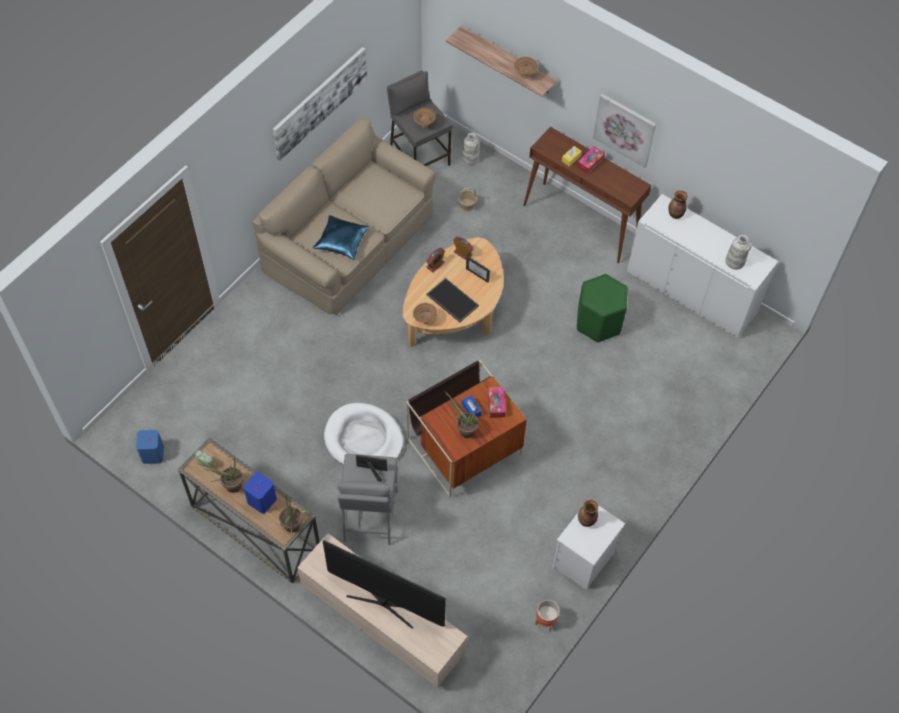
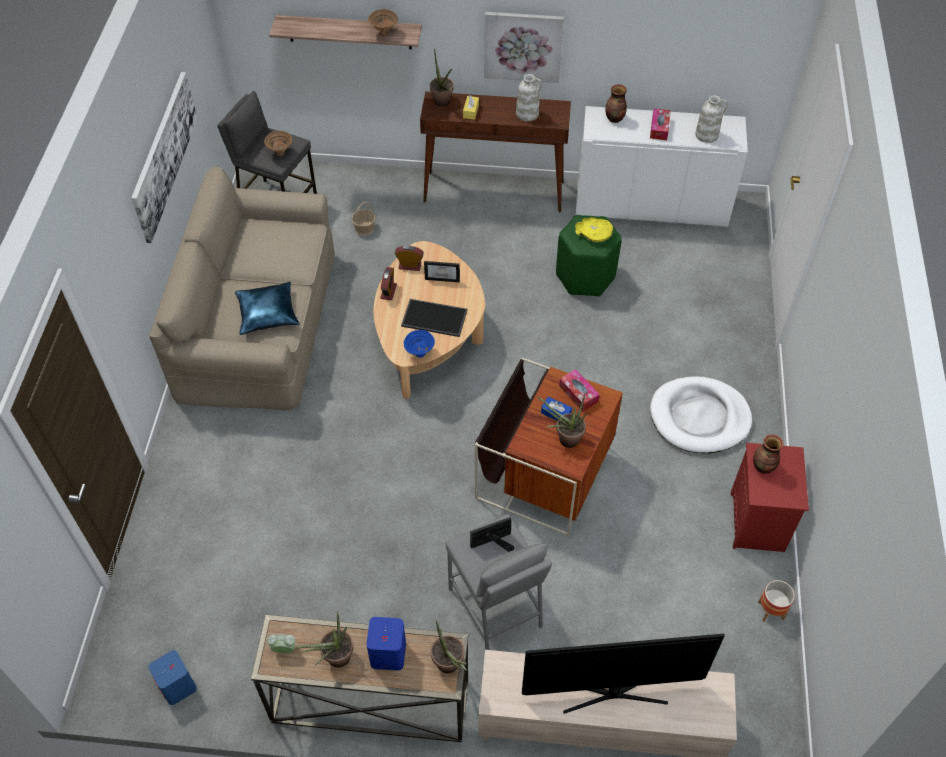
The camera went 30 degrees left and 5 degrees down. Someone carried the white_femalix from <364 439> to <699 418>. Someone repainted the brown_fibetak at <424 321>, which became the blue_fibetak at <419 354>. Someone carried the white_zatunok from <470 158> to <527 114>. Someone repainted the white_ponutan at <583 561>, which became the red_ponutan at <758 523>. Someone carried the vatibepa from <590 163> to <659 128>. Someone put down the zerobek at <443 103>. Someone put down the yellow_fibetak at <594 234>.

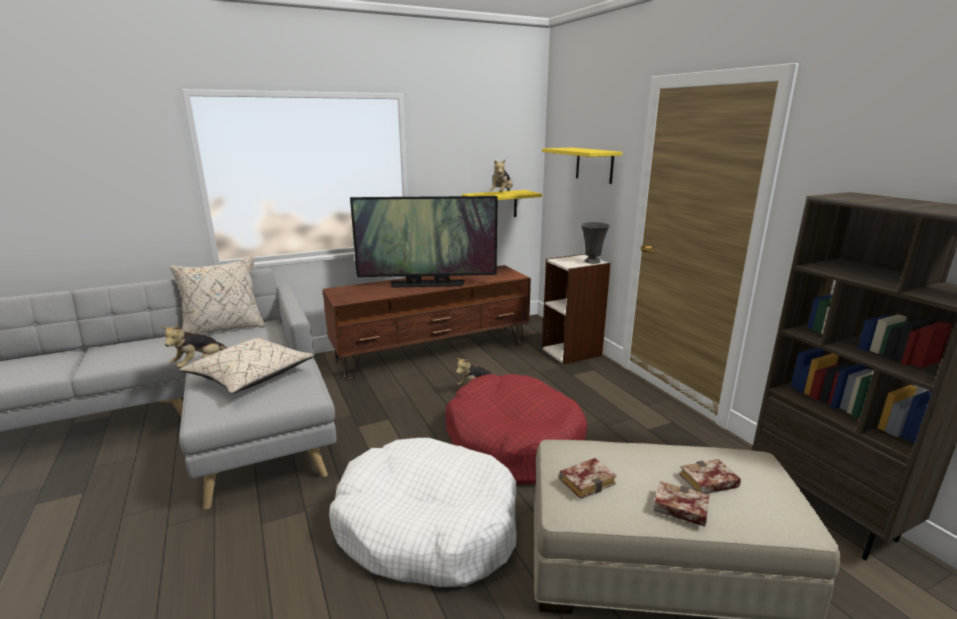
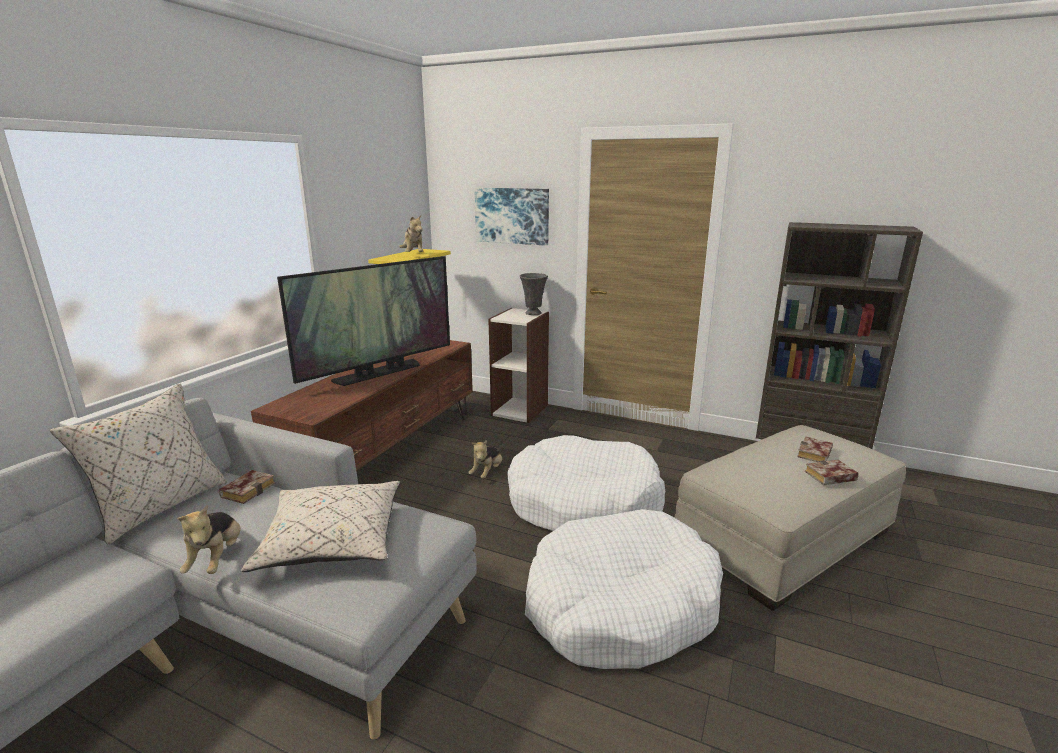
The camera went 40 degrees left and 0 degrees up. Someone repainted the red_femalix at <514 442>, which became the white_femalix at <583 503>. Someone swapped the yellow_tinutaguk at <594 165> for the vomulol at <512 215>. Someone carried the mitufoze from <587 480> to <249 489>.

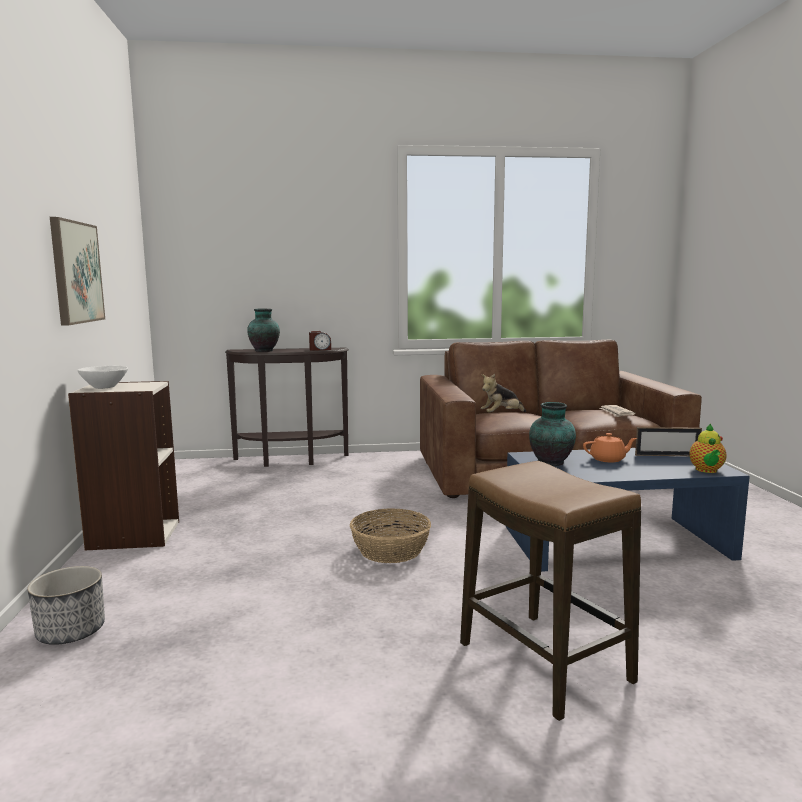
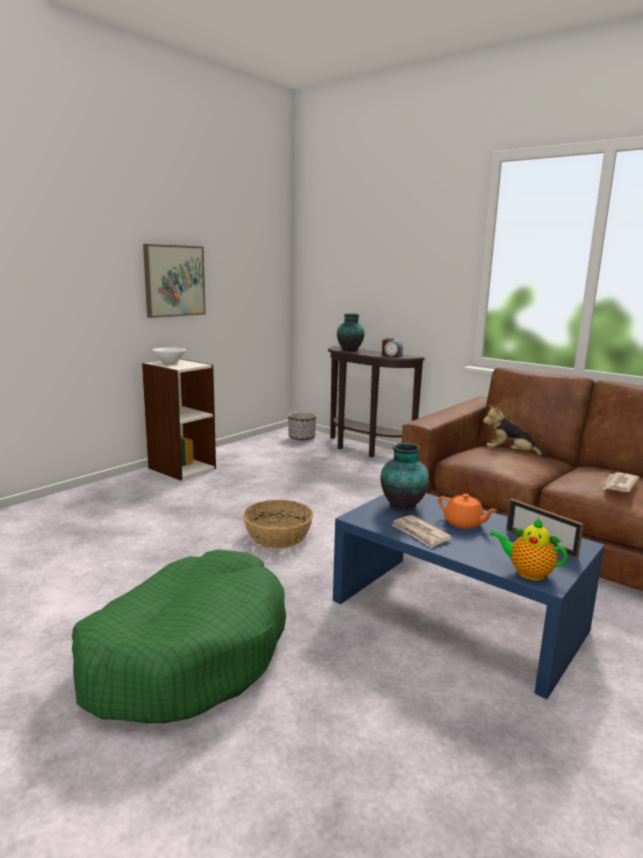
The camera went 45 degrees right and 5 degrees up. Someone carried the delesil from <70 632> to <301 438>. Someone swapped the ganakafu at <544 663> for the green_femalix at <186 653>. Someone rotated the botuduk at <706 470> by 60 degrees clockwise. Someone put down the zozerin at <420 533>.

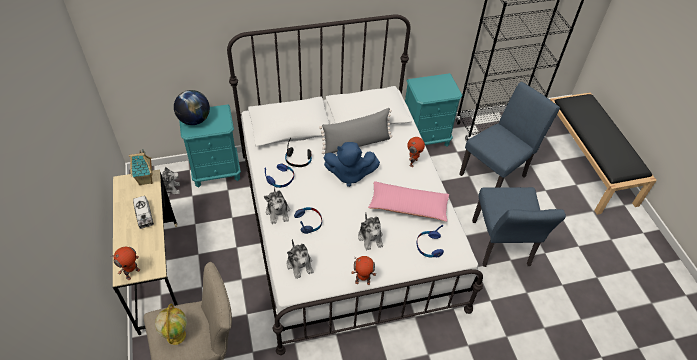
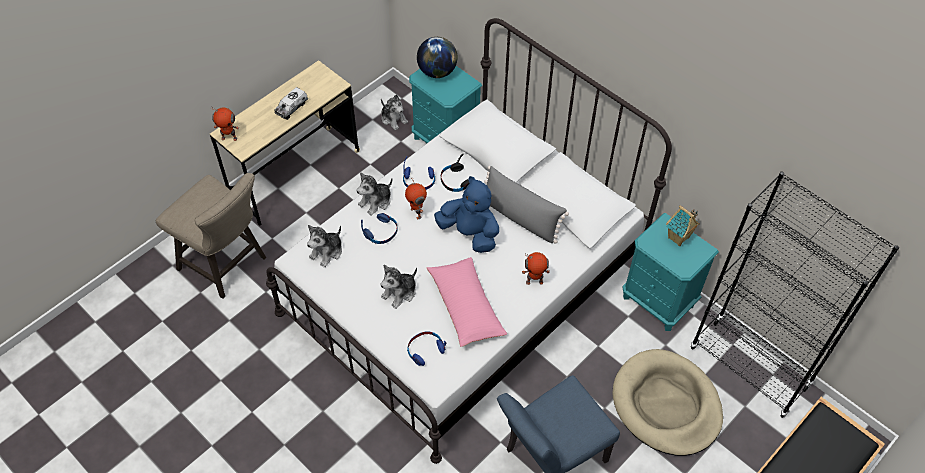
The camera went 60 degrees right and 5 degrees up. Someone carried the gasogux from <146 180> to <678 238>. Someone took away the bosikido at <176 335>. Someone rotated the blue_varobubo at <349 174> by 150 degrees clockwise. Someone carried the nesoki from <362 281> to <417 212>. Someone swapped the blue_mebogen at <496 173> for the beige_femalix at <666 405>.

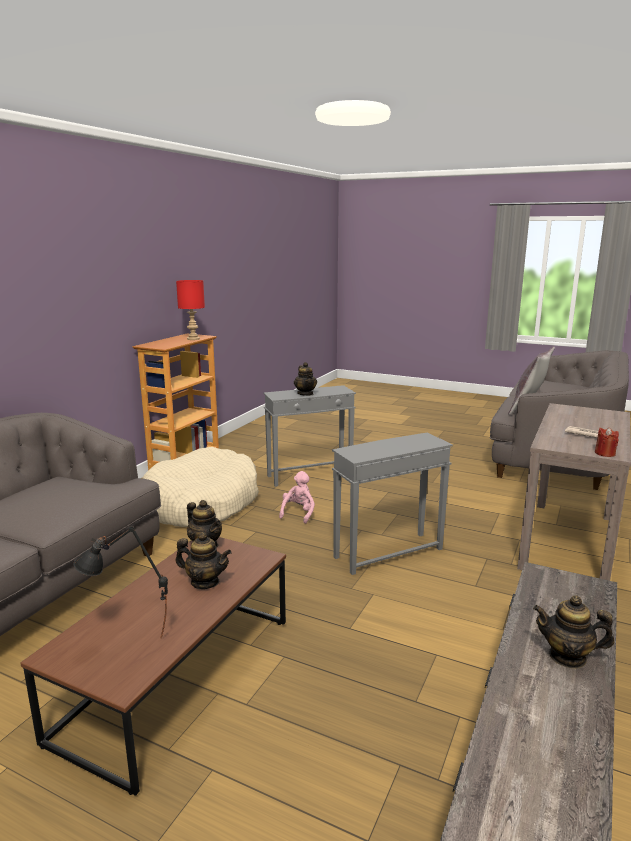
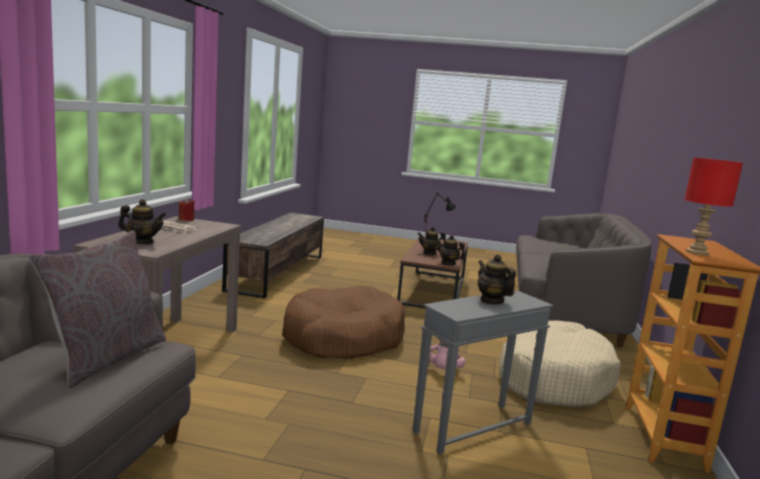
The camera went 165 degrees right and 5 degrees down. Someone swapped the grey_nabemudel at <387 553> for the brown_femalix at <342 338>. Someone carried the botuduk from <568 656> to <142 242>.

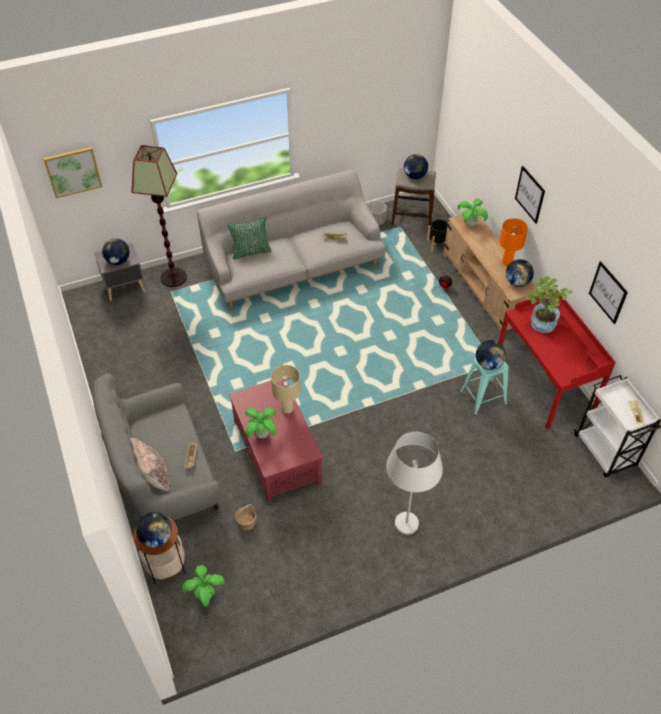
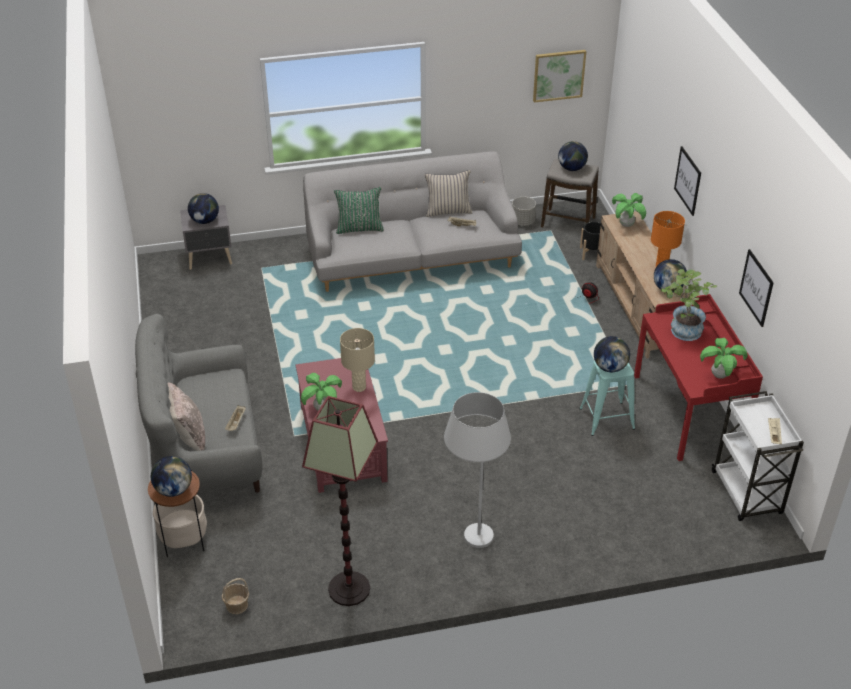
The camera went 10 degrees right and 10 degrees down. Someone carried the vomulol from <73 171> to <558 75>. Someone carried the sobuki from <173 278> to <348 589>. Someone carried the zerobek from <205 595> to <719 375>. Someone carried the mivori from <246 522> to <236 605>. Someone put down the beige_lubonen at <448 211>.

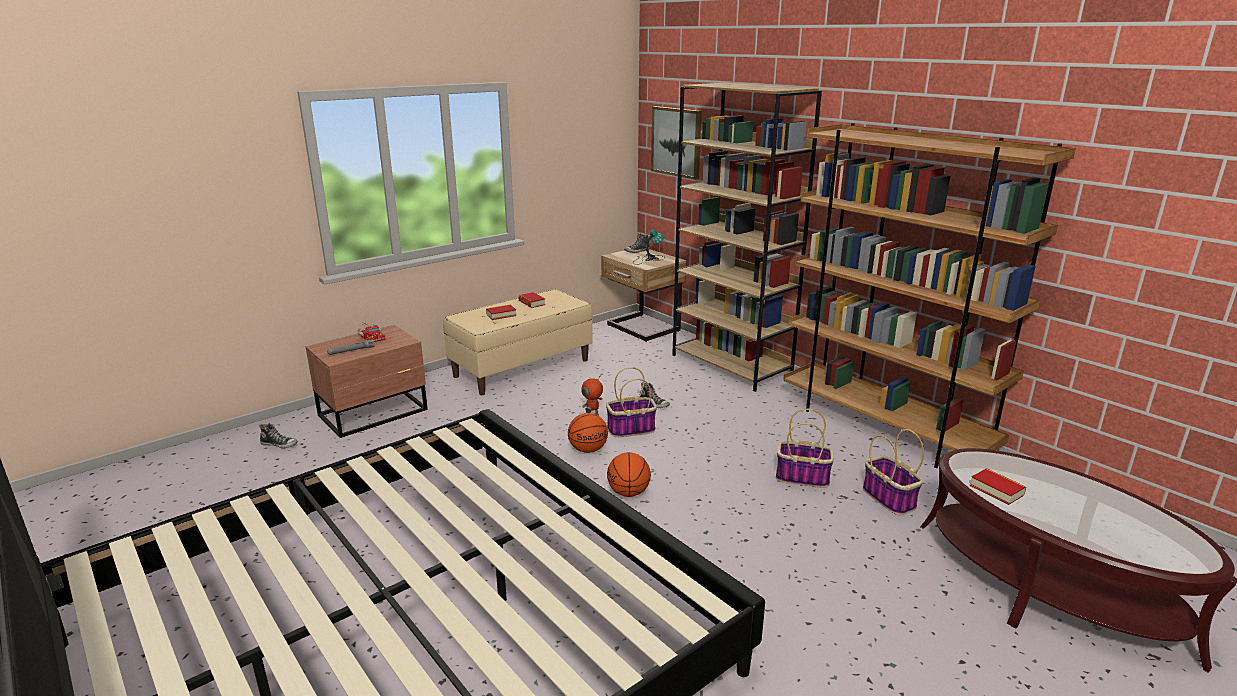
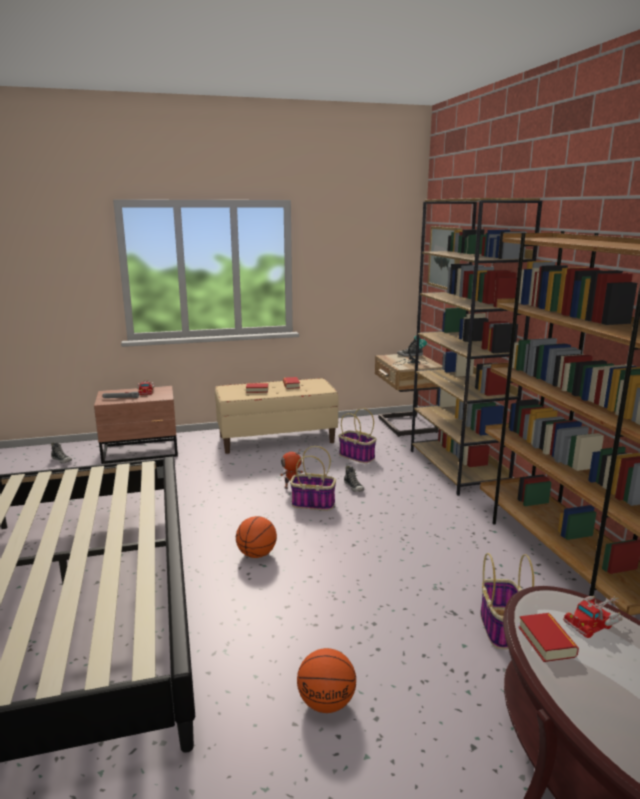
The camera went 25 degrees right and 5 degrees down. Someone carried the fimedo from <588 449> to <327 703>. Someone carried the mivori from <803 477> to <357 456>. Someone put down the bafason at <593 621>.

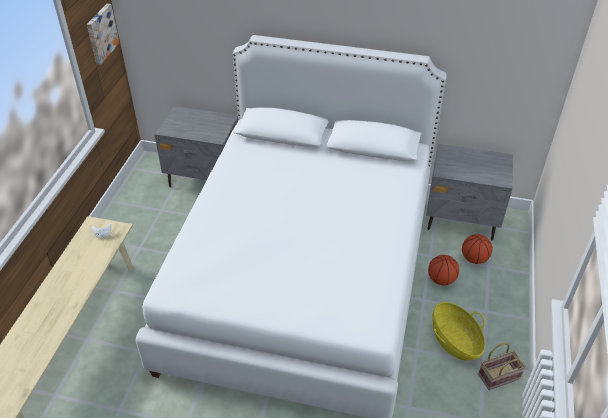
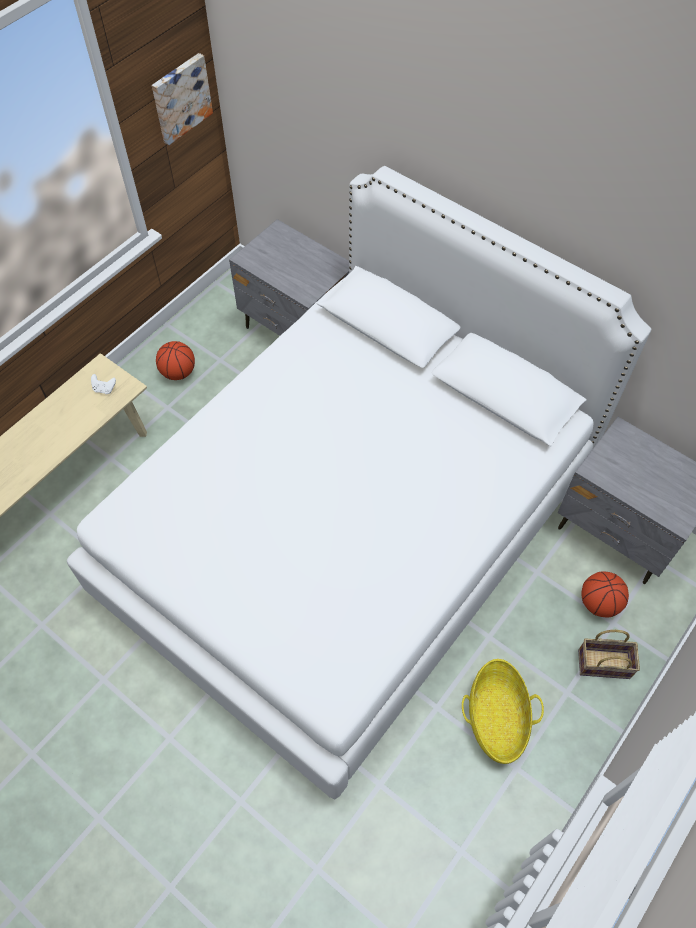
The camera went 25 degrees right and 15 degrees up. Someone carried the fimedo from <441 280> to <178 372>. Someone carried the mivori from <499 375> to <605 663>.

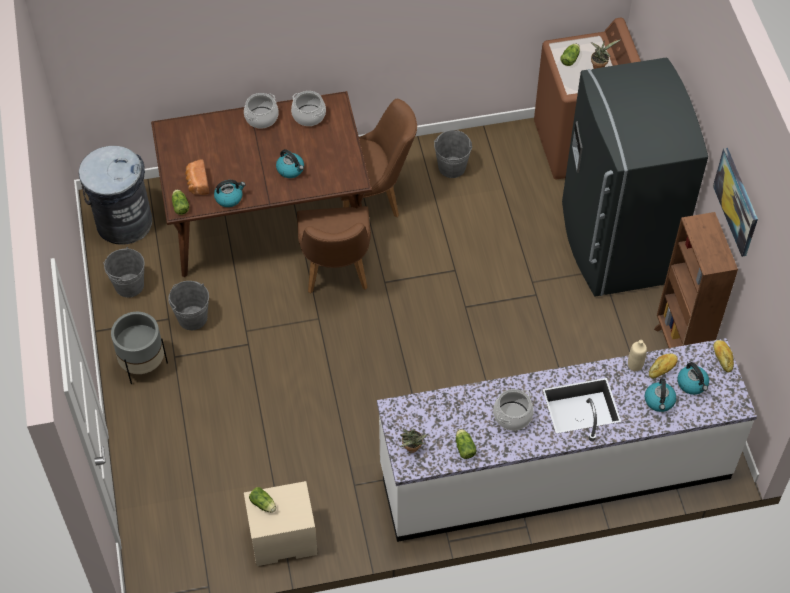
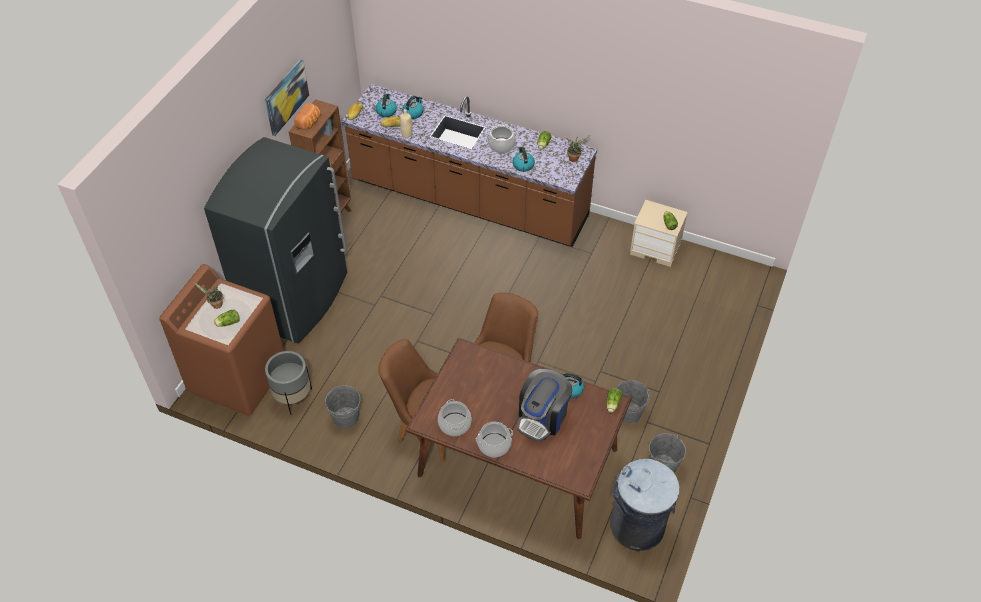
The camera went 145 degrees left and 5 degrees down. Someone carried the grey_delesil from <143 365> to <293 397>. Someone carried the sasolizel from <197 183> to <309 123>. Someone carried the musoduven from <291 169> to <523 165>. Someone repainted the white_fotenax at <554 472>, which became the brown_fotenax at <469 200>. Someone put down the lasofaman at <542 417>.

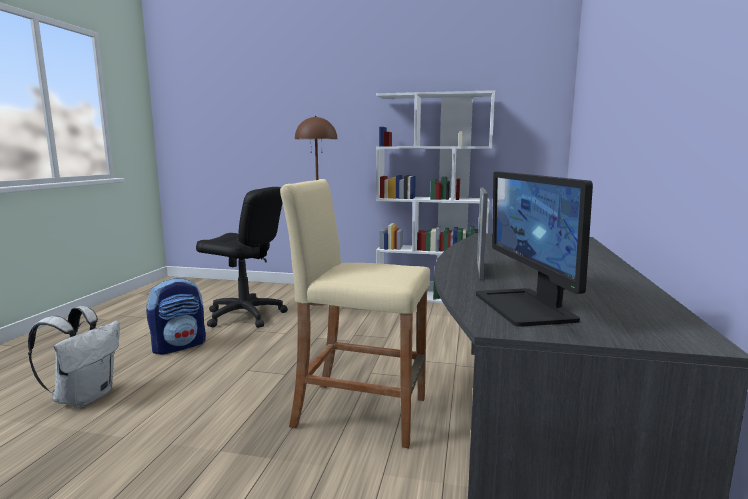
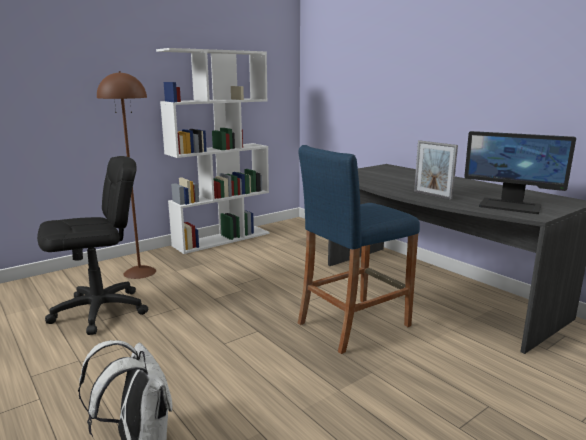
The camera went 50 degrees left and 5 degrees up. Someone took away the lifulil at <179 346>. Someone repainted the beige_ganakafu at <361 412>, which became the blue_ganakafu at <353 324>.

